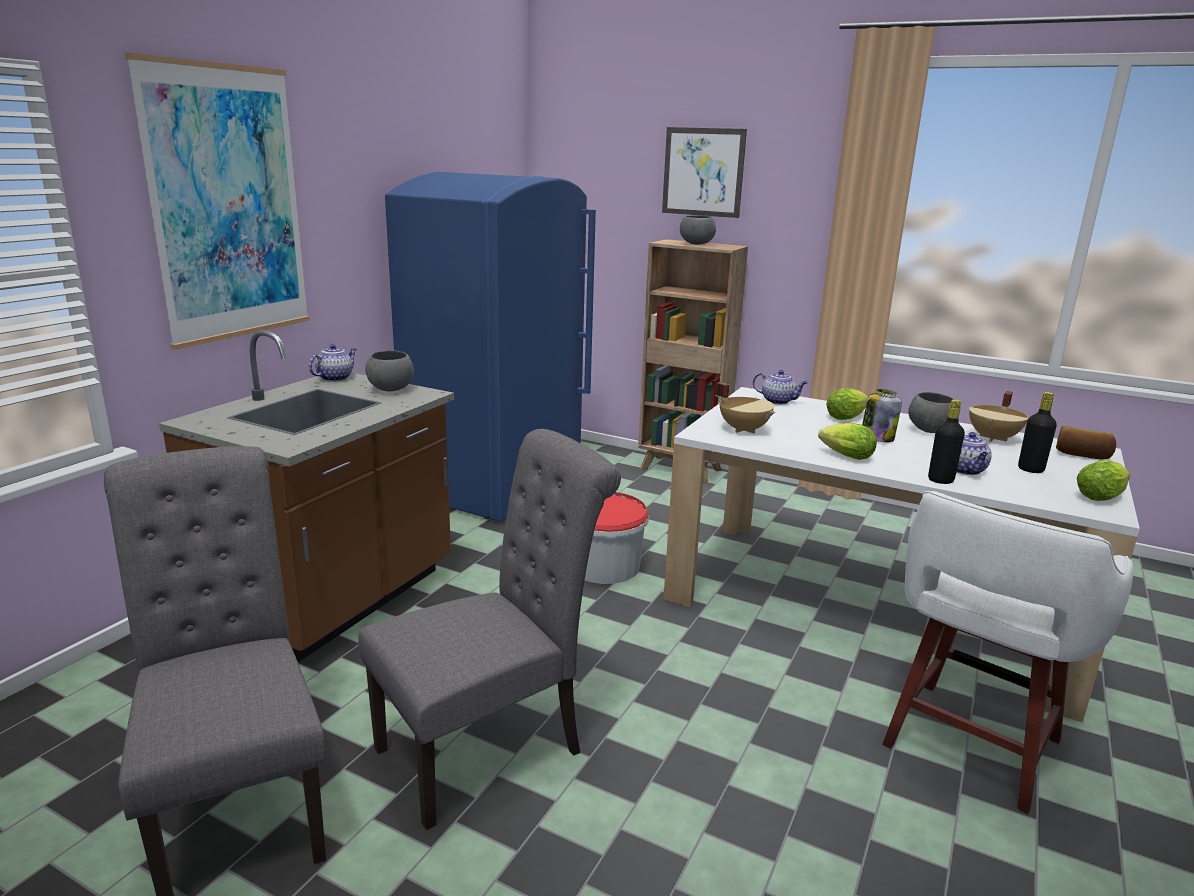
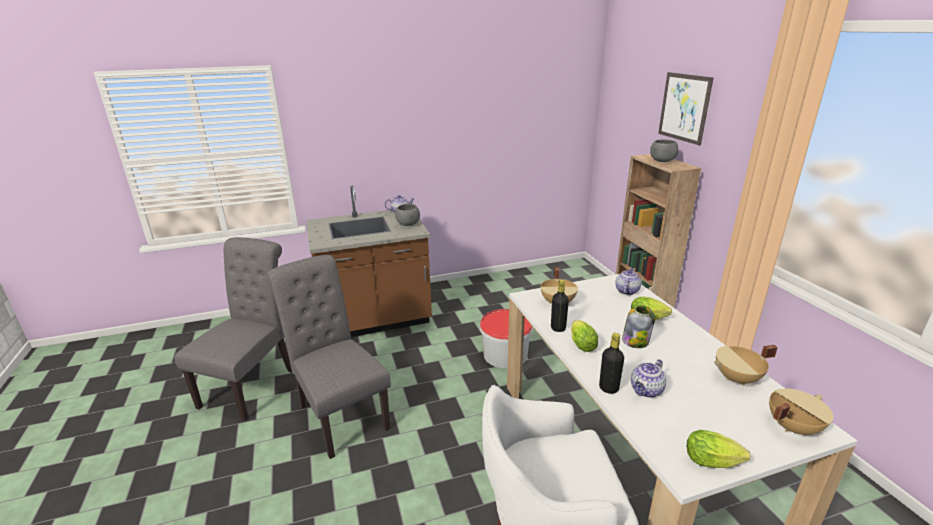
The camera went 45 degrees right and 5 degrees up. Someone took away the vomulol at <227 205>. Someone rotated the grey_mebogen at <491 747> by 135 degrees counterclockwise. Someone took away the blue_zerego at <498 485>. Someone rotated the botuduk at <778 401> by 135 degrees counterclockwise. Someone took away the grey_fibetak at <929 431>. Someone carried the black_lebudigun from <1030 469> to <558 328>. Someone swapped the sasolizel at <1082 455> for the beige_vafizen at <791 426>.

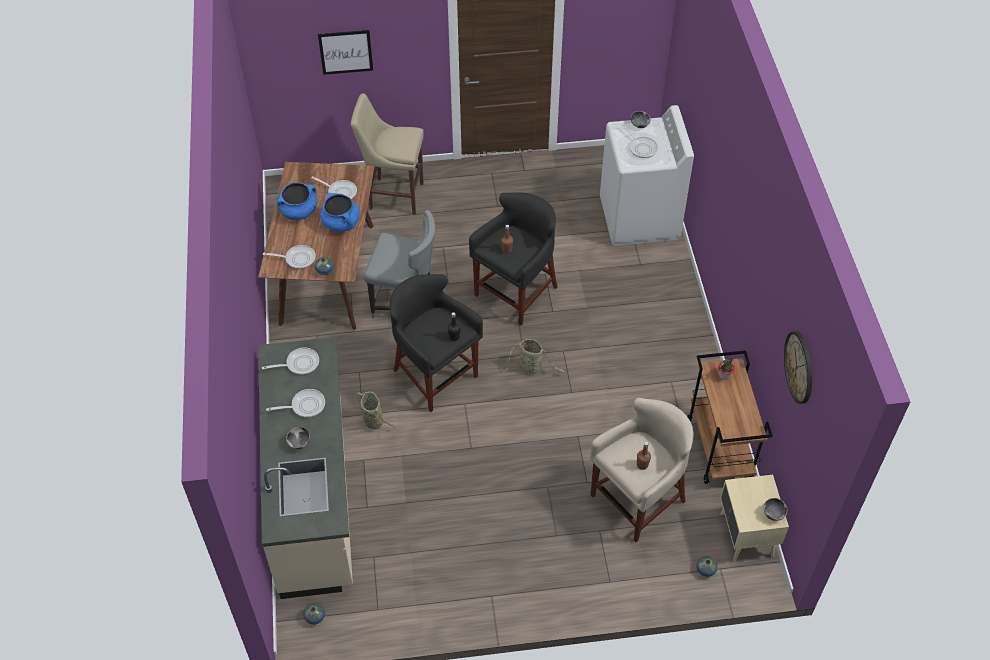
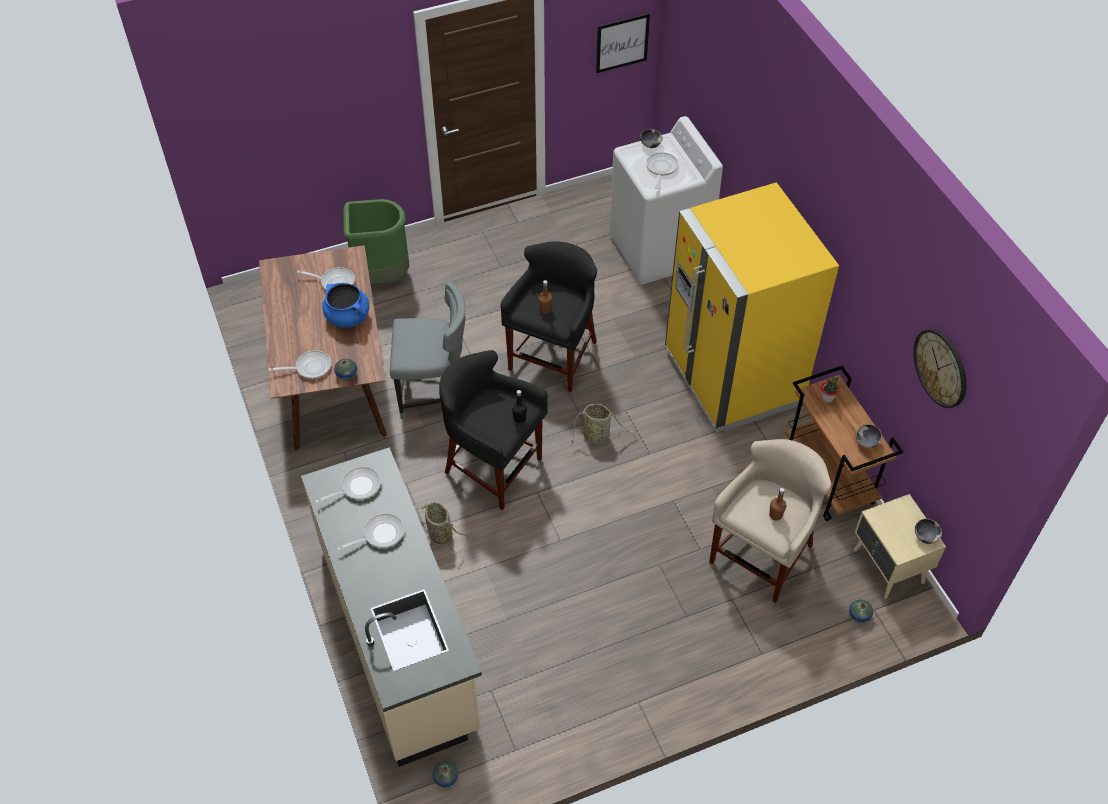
The camera went 15 degrees left and 0 degrees up. Someone took away the blue_vafizen at <298 211>. Someone carried the fibetak from <299 443> to <866 442>. Someone carried the vomulol from <345 52> to <622 43>. Someone swapped the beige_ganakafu at <393 195> for the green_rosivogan at <380 277>. Someone rotated the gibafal at <641 147> by 120 degrees counterclockwise. Someone put down the yellow_zerego at <732 378>.

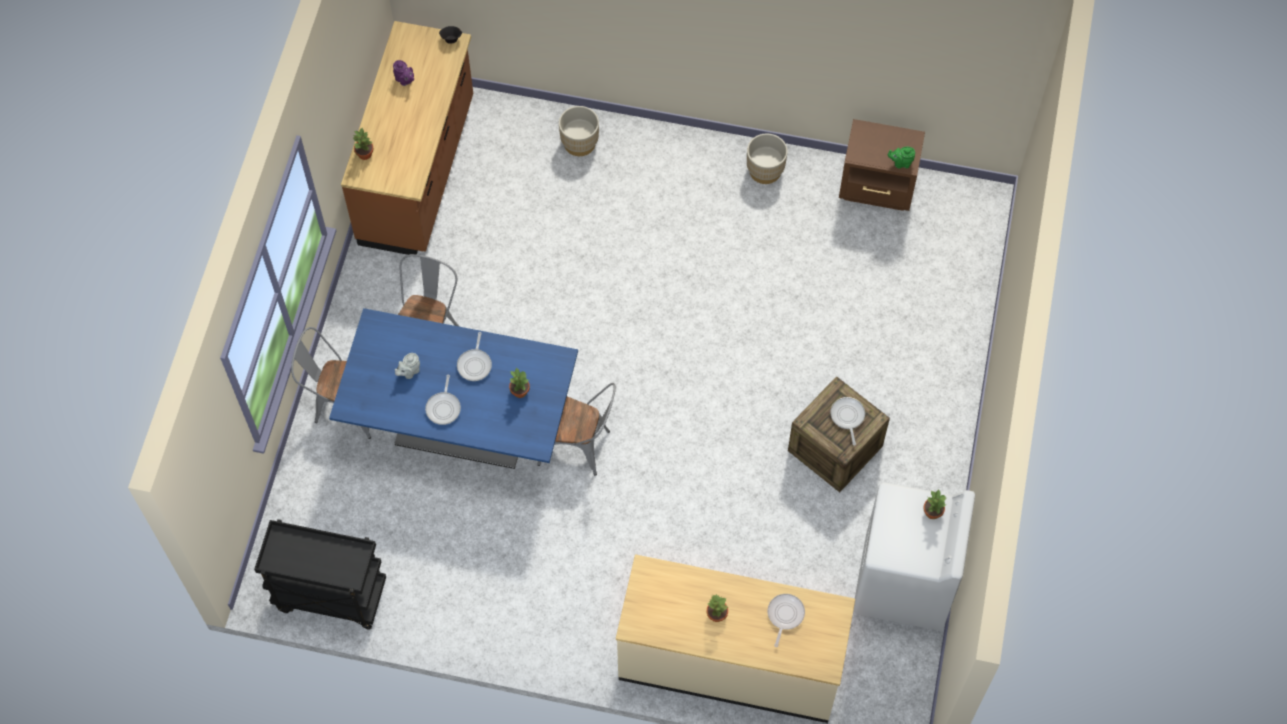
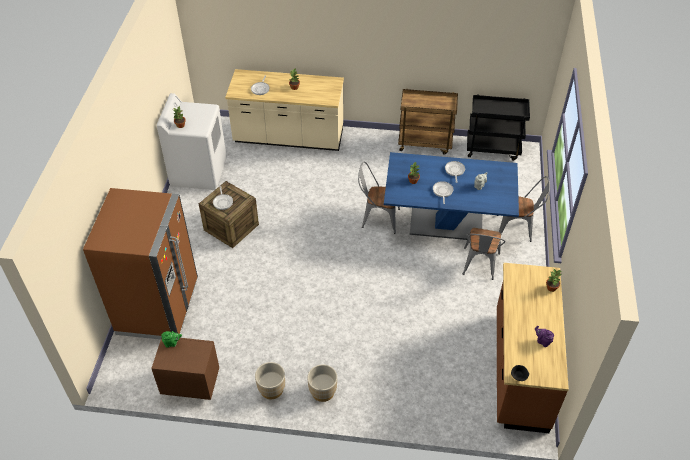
The camera went 175 degrees right and 15 degrees down. Someone carried the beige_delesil from <580 143> to <322 391>. Someone put down the brown_zerego at <158 307>. Someone put down the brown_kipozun at <425 143>.

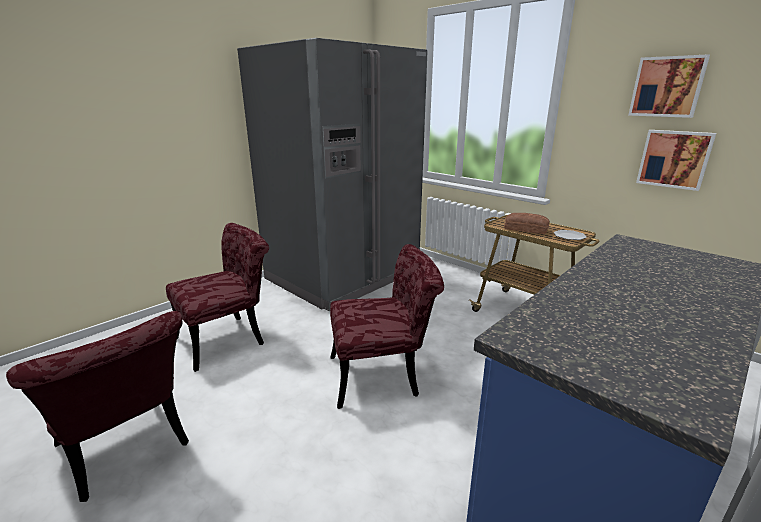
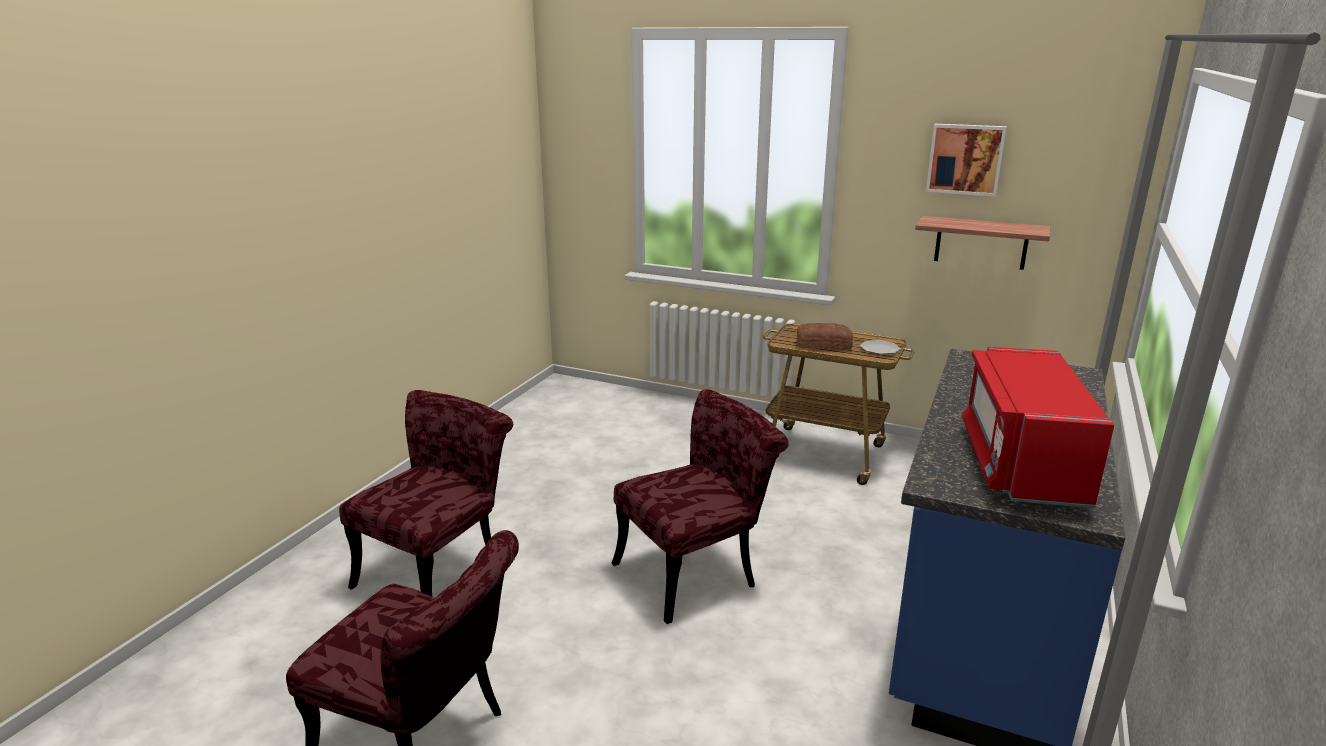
The camera went 20 degrees left and 0 degrees up. Someone took away the grey_zerego at <342 276>. Someone swapped the vomulol at <674 159> for the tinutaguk at <981 243>. Someone put down the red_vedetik at <1021 463>.

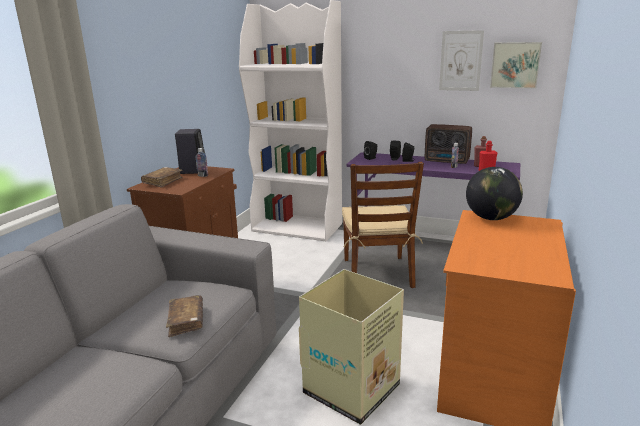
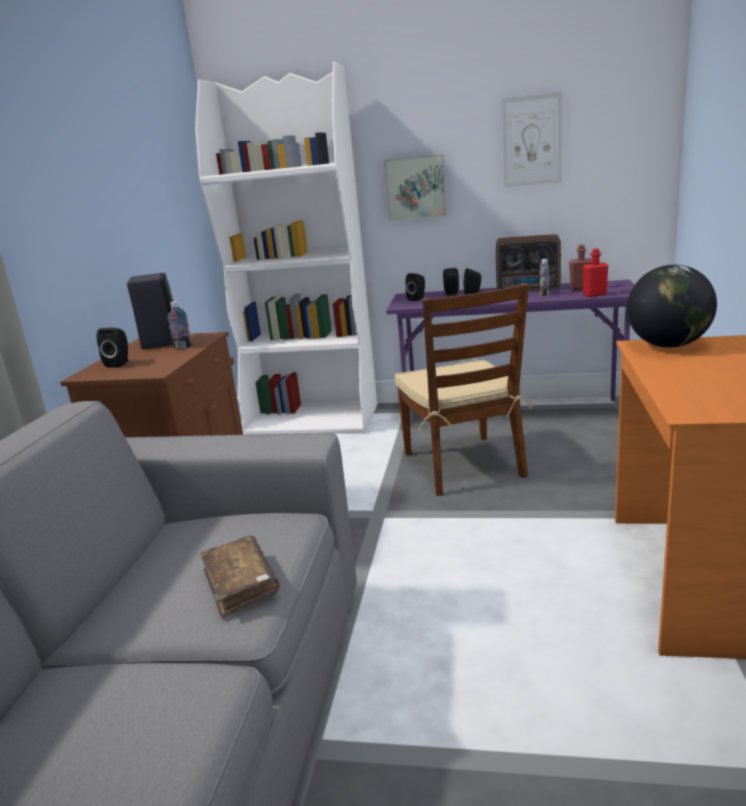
The camera went 10 degrees left and 0 degrees up. Someone swapped the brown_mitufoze at <163 181> for the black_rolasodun at <119 363>. Someone took away the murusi at <353 388>. Someone carried the vomulol from <515 65> to <416 187>.

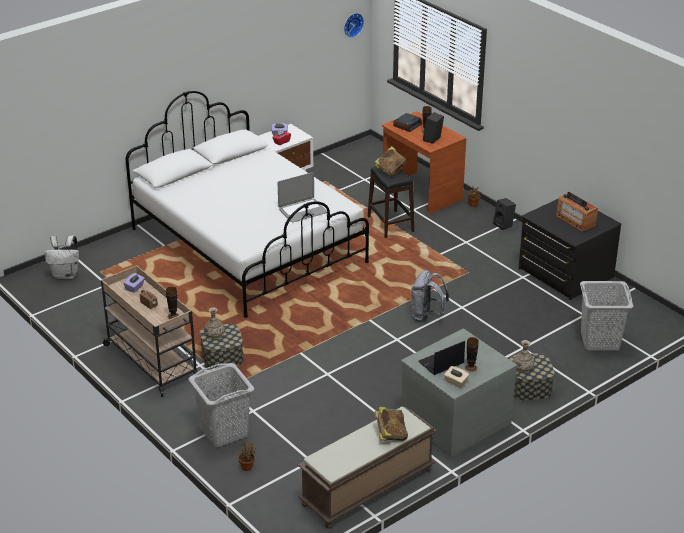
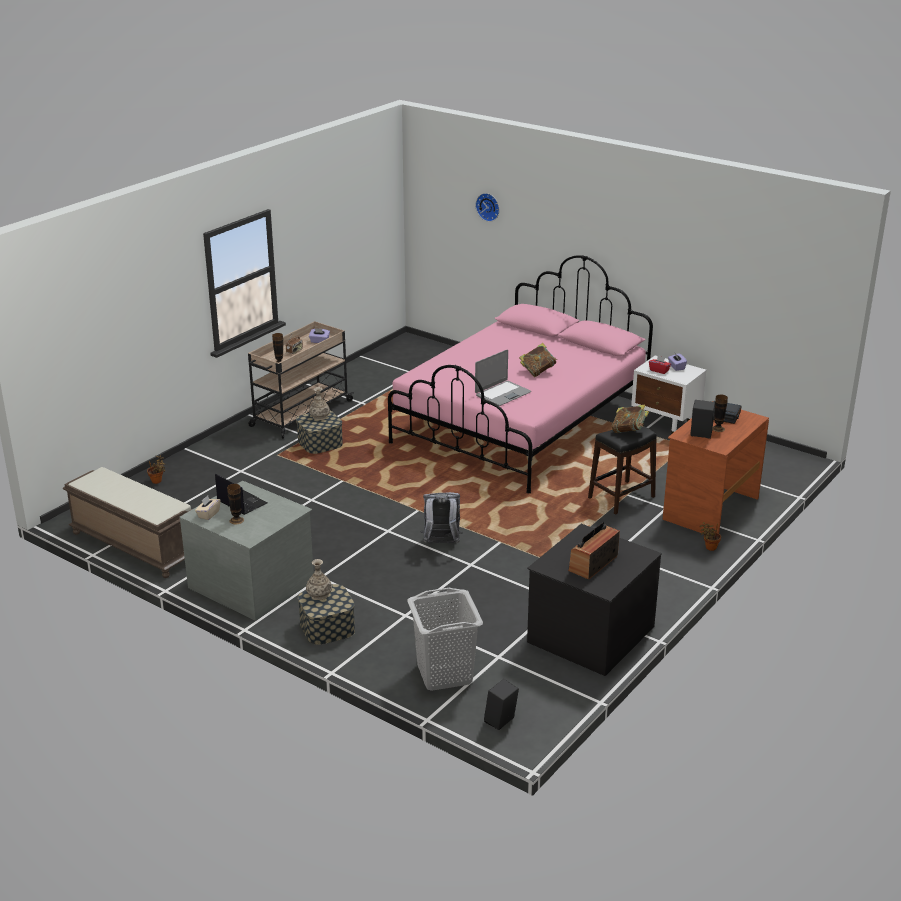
The camera went 75 degrees right and 5 degrees down. Someone took away the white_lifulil at <66 275>. Someone repainted the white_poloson at <248 245>, which became the pink_poloson at <521 425>. Someone took away the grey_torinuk at <224 431>. Someone rotated the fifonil at <302 211> by 90 degrees counterclockwise. Someone carried the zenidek from <352 24> to <488 206>. Someone carried the mitufoze from <390 435> to <538 371>. Someone carried the black_rolasodun from <504 225> to <500 722>.

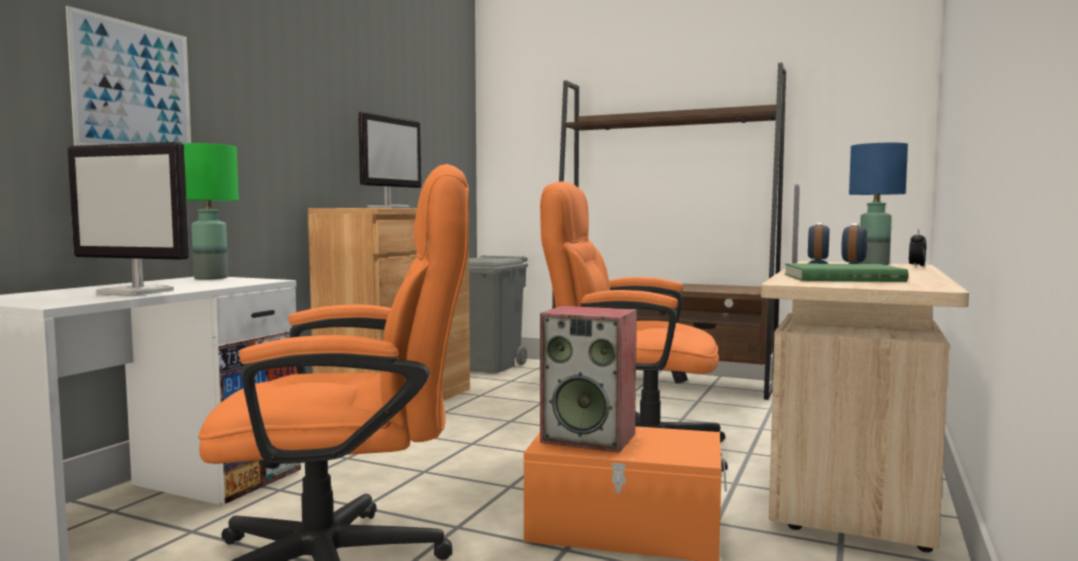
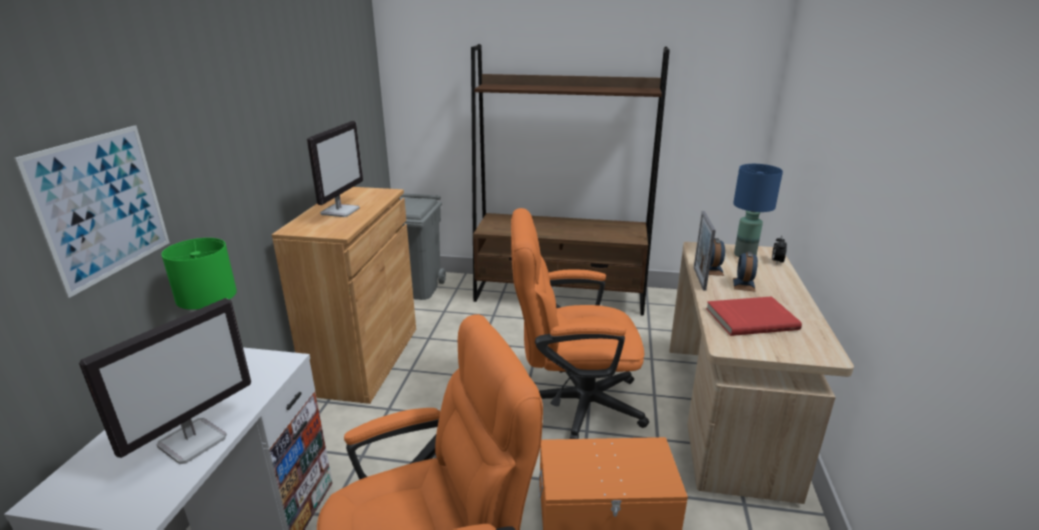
The camera went 15 degrees left and 20 degrees up. Someone rotated the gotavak at <137 292> by 60 degrees counterclockwise. Someone took away the rolasodun at <590 437>. Someone repainted the green_mitufoze at <841 277>, which became the red_mitufoze at <750 318>.

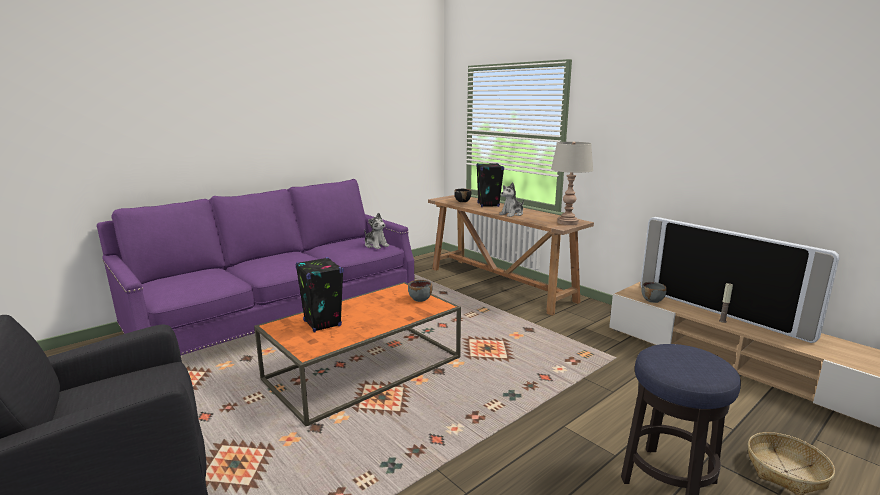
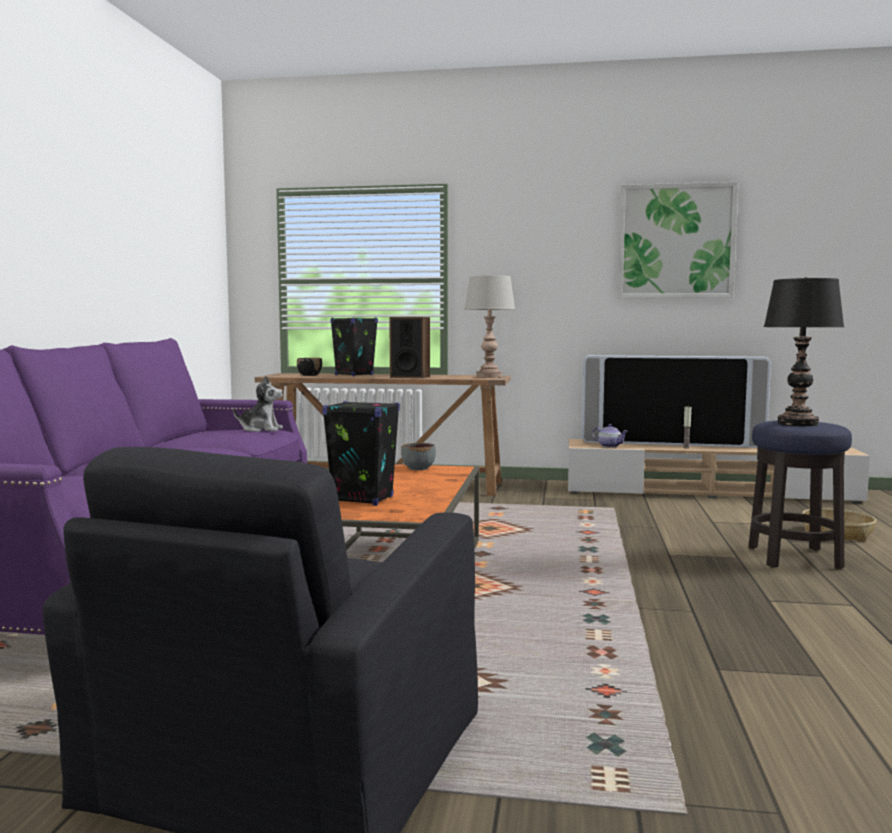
The camera went 40 degrees left and 10 degrees down. Someone swapped the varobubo at <512 214> for the rolasodun at <410 377>. Someone swapped the grey_fibetak at <652 300> for the botuduk at <609 446>. Someone put up the vomulol at <676 241>. Someone put down the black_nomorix at <798 423>.

